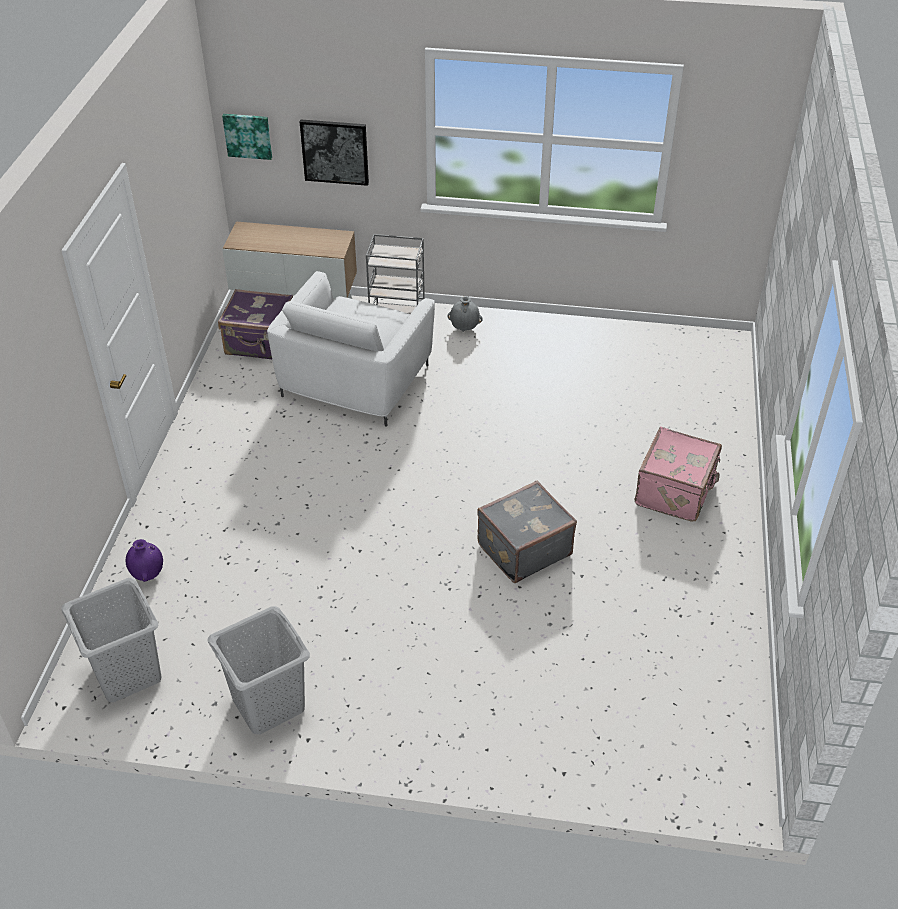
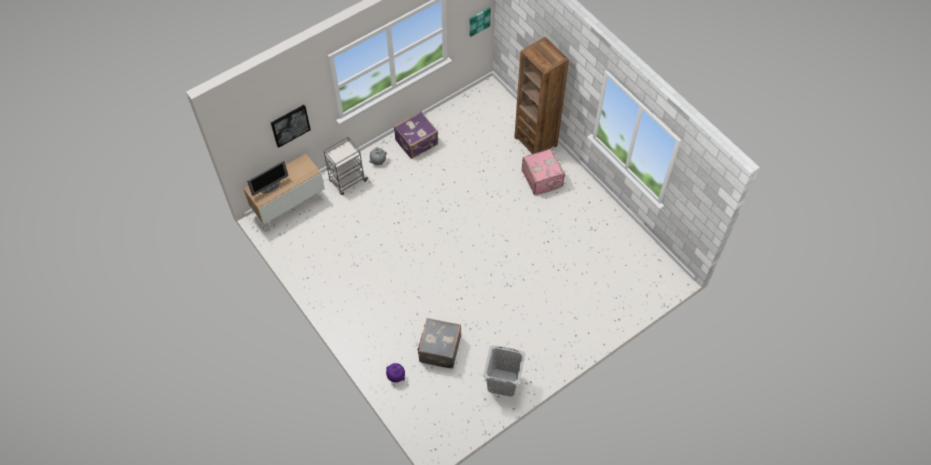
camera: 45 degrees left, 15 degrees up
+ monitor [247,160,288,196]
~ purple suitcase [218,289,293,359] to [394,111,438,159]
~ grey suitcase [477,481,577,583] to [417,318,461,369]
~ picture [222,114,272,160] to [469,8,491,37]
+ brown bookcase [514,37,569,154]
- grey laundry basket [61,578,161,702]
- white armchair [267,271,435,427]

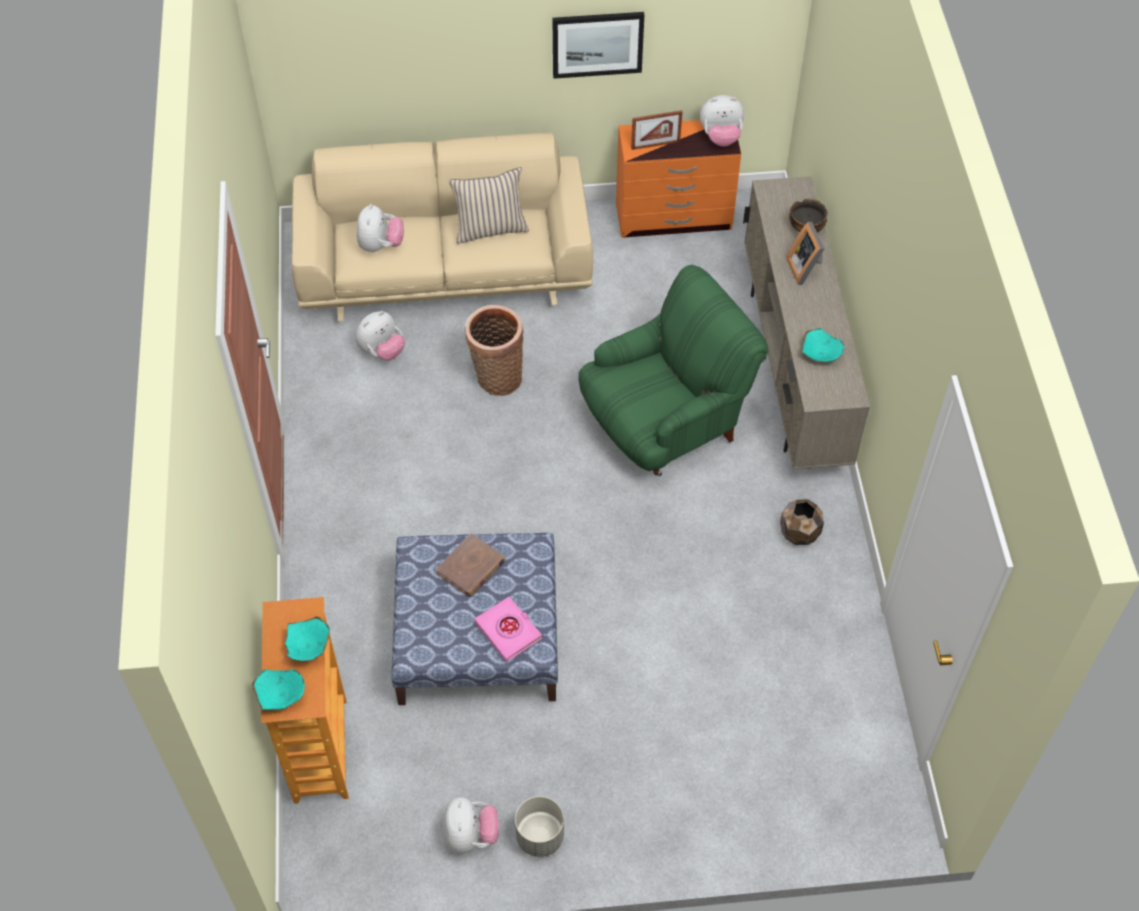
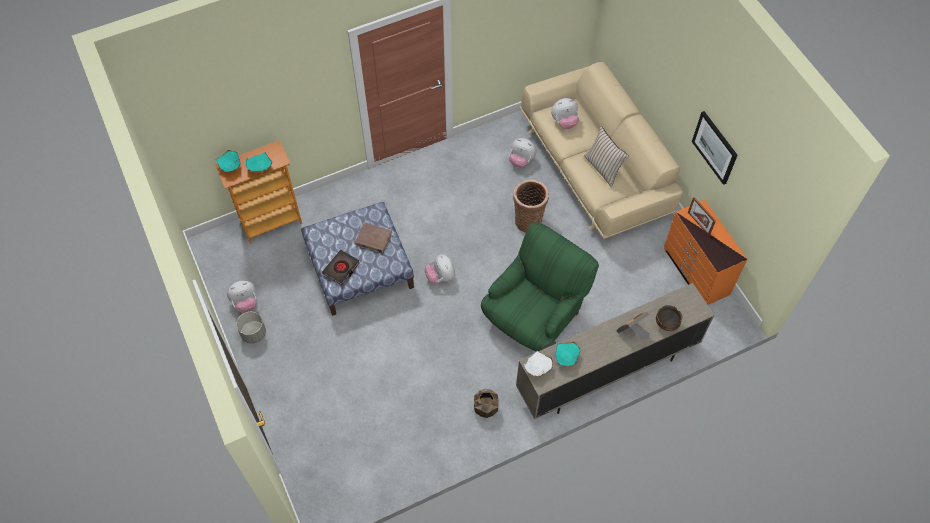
camera: 70 degrees right, 5 degrees up
~ pink book [474,597,542,662] to black book [322,250,360,285]
~ plush toy [700,95,744,147] to [425,254,455,283]
~ green armchair [579,264,769,476] = [481,222,599,351] 90 degrees counterclockwise
+ white bowl [524,350,553,377]

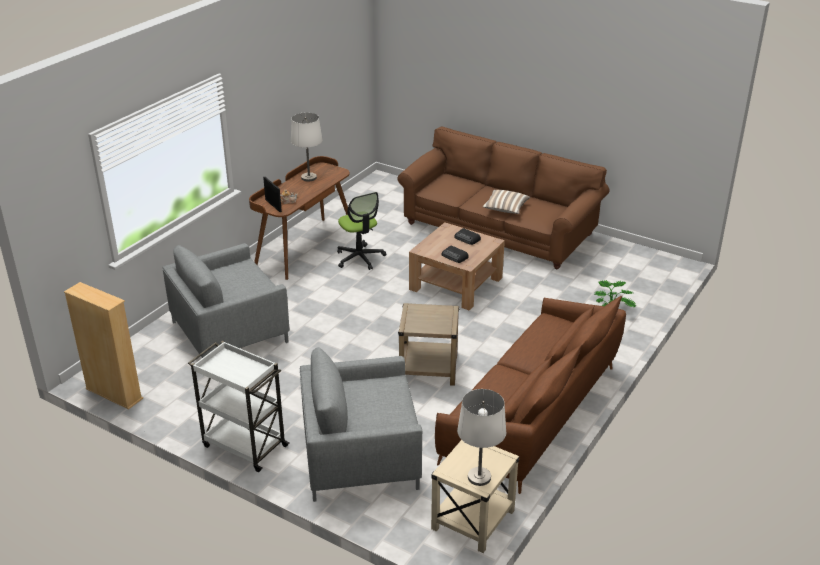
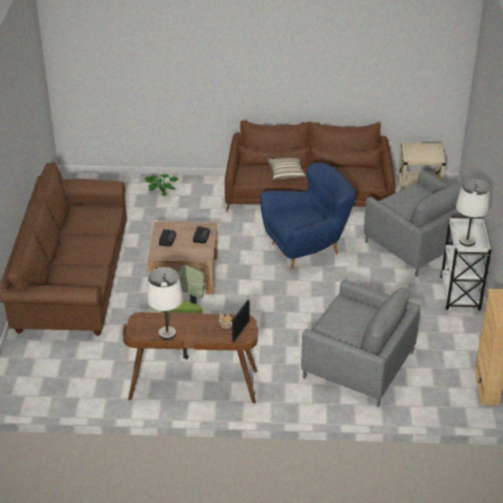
camera: 120 degrees left, 5 degrees up
~ beige side table [398,303,460,386] to blue armchair [260,163,356,269]
~ pillow [482,190,530,214] to [268,158,306,180]
~ white table lamp [457,389,506,486] to [456,179,490,247]

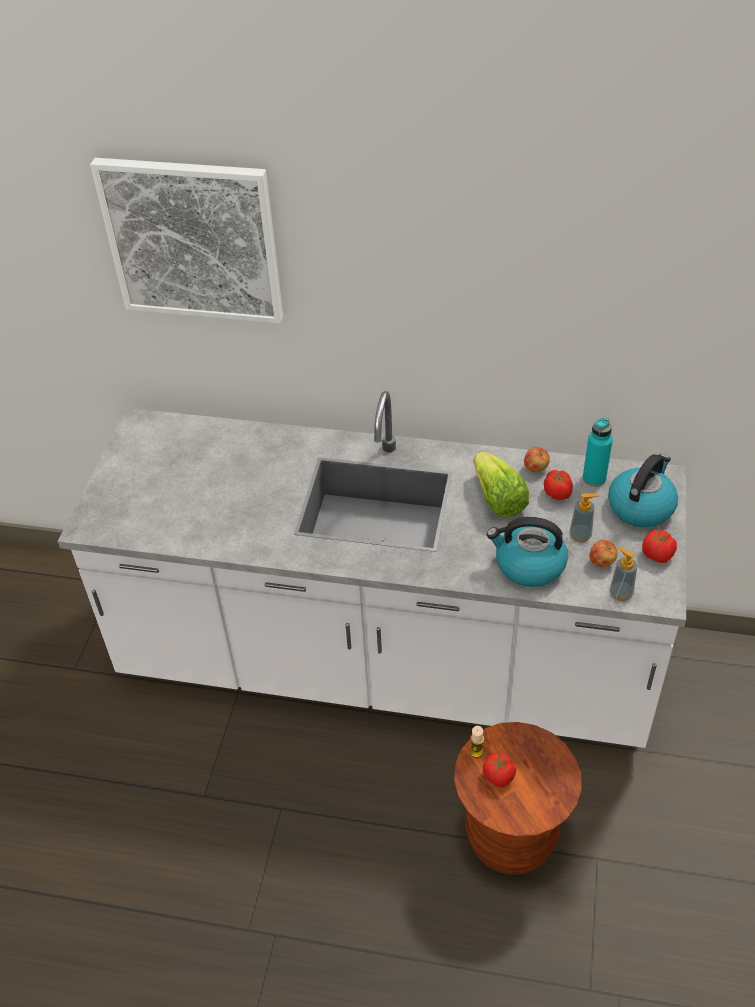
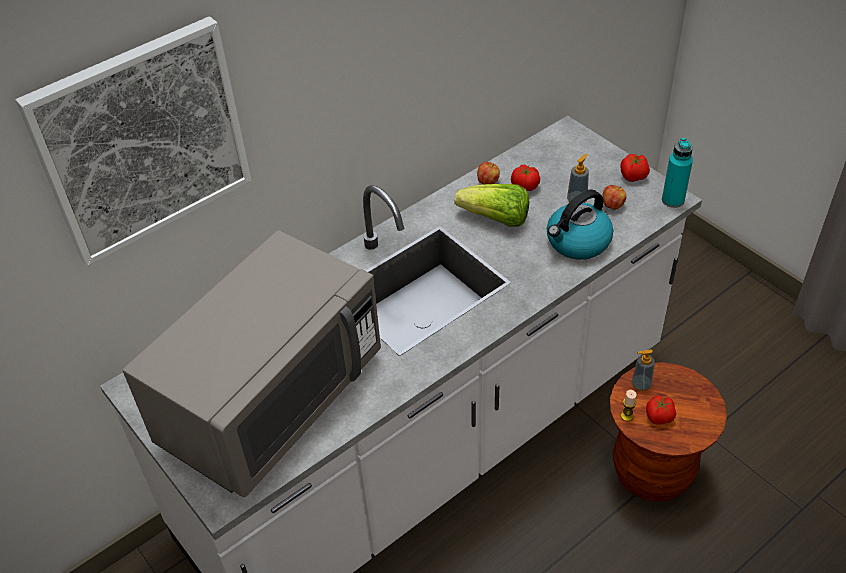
camera: 50 degrees left, 0 degrees up
+ grey microwave [123,231,381,497]
~ soap dispenser [610,547,637,601] to [631,349,655,391]
~ turquoise bottle [583,417,613,487] to [662,138,693,208]
- kettle [608,454,678,527]

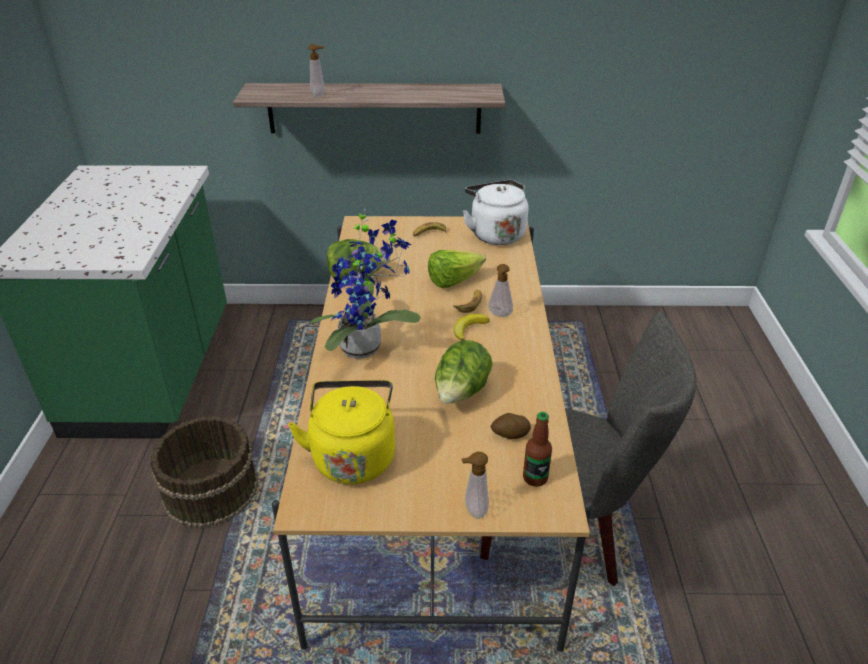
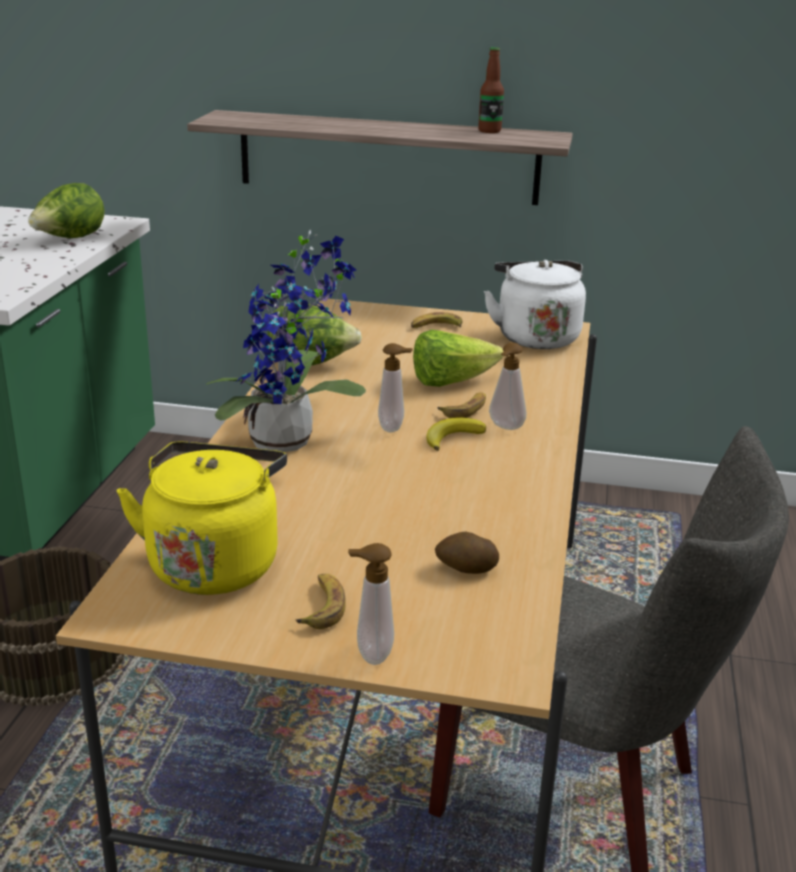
camera: 10 degrees right, 10 degrees down
~ lettuce [435,340,492,404] to [28,183,104,238]
+ banana [295,574,346,629]
~ soap dispenser [308,44,324,97] to [378,343,413,433]
~ bottle [523,412,552,487] to [478,47,504,133]

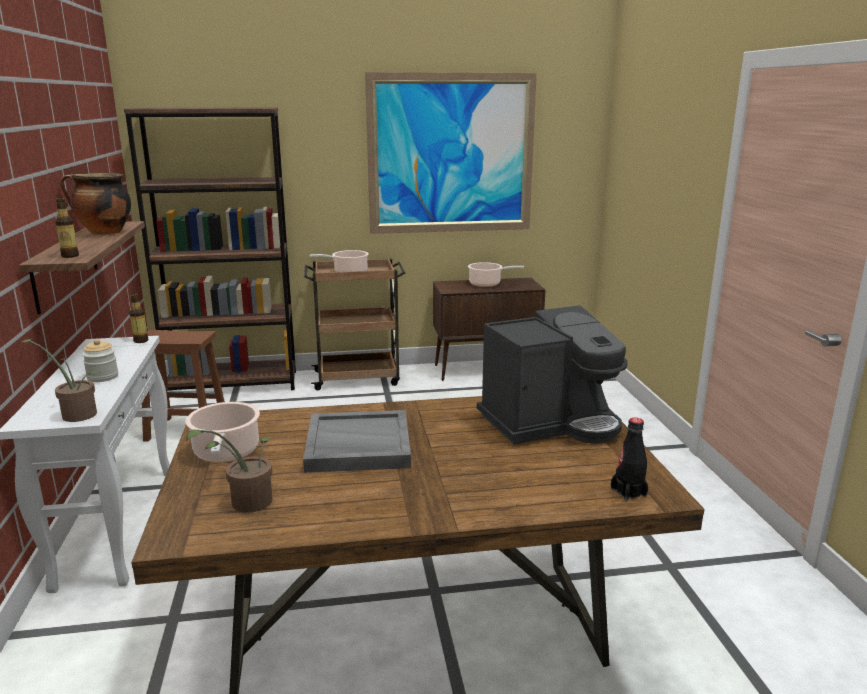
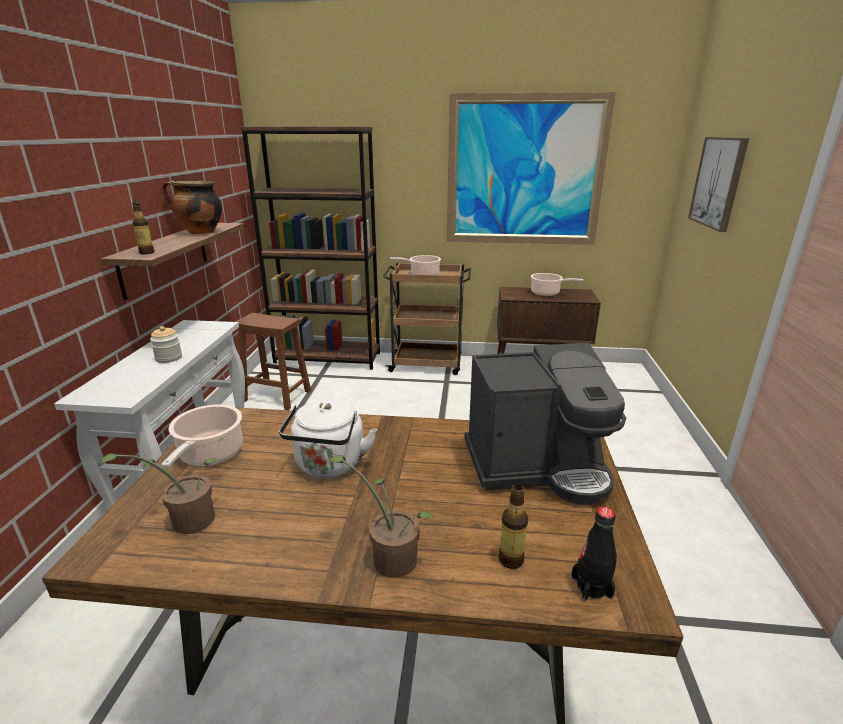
camera: 15 degrees right, 5 degrees up
~ grey tray [303,410,411,473] to white kettle [279,399,377,477]
~ potted plant [19,339,102,422] to [329,455,435,578]
~ bottle [130,292,148,343] to [498,484,528,569]
+ picture [688,137,749,232]

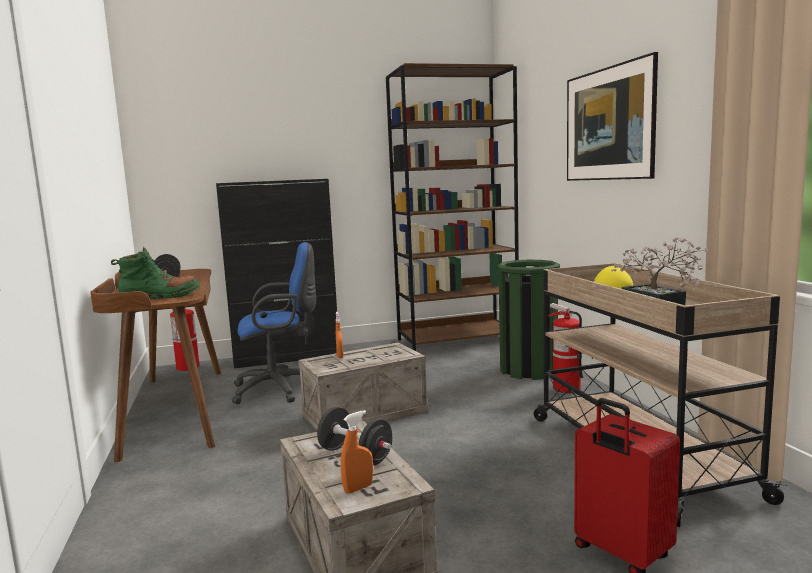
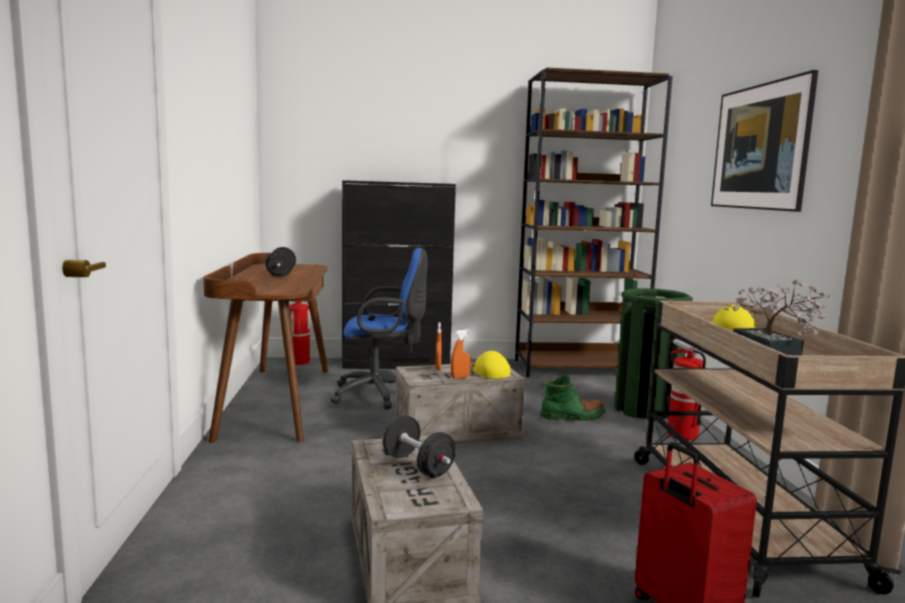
camera: 10 degrees right, 0 degrees up
~ orange spray bottle [341,410,373,493] to [451,329,471,379]
+ yellow cap [472,351,510,379]
~ green boot [111,247,201,299] to [540,373,605,421]

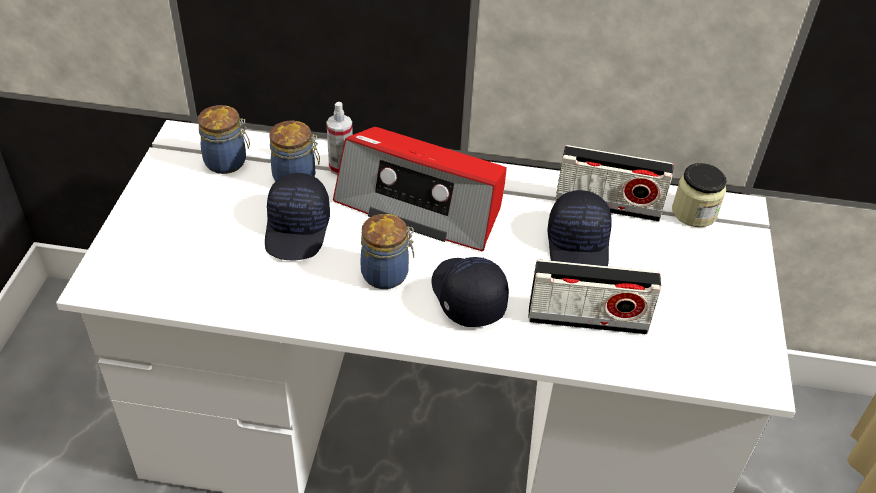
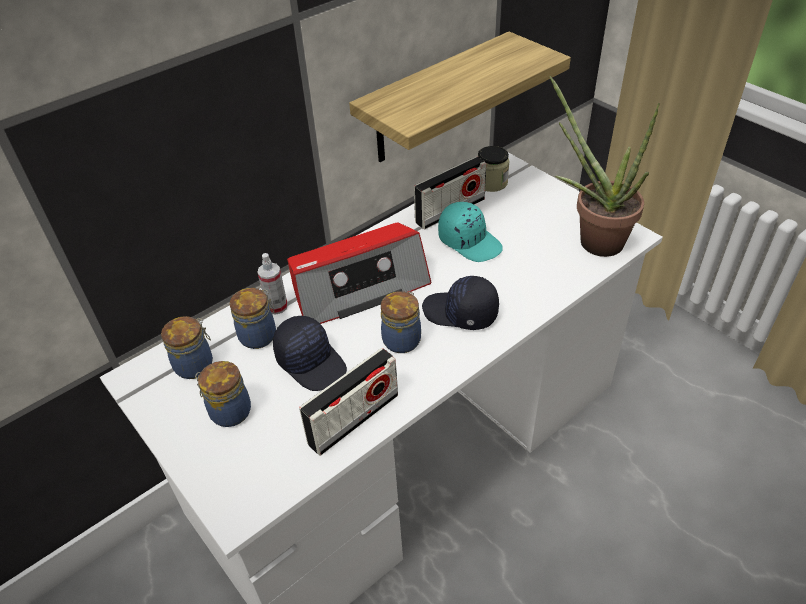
camera: 45 degrees left, 0 degrees up
+ jar [195,361,251,427]
~ radio [528,259,661,334] to [299,348,398,456]
+ shelf [349,32,571,162]
~ black cap [548,190,612,266] to turquoise cap [438,202,503,262]
+ potted plant [550,76,660,257]

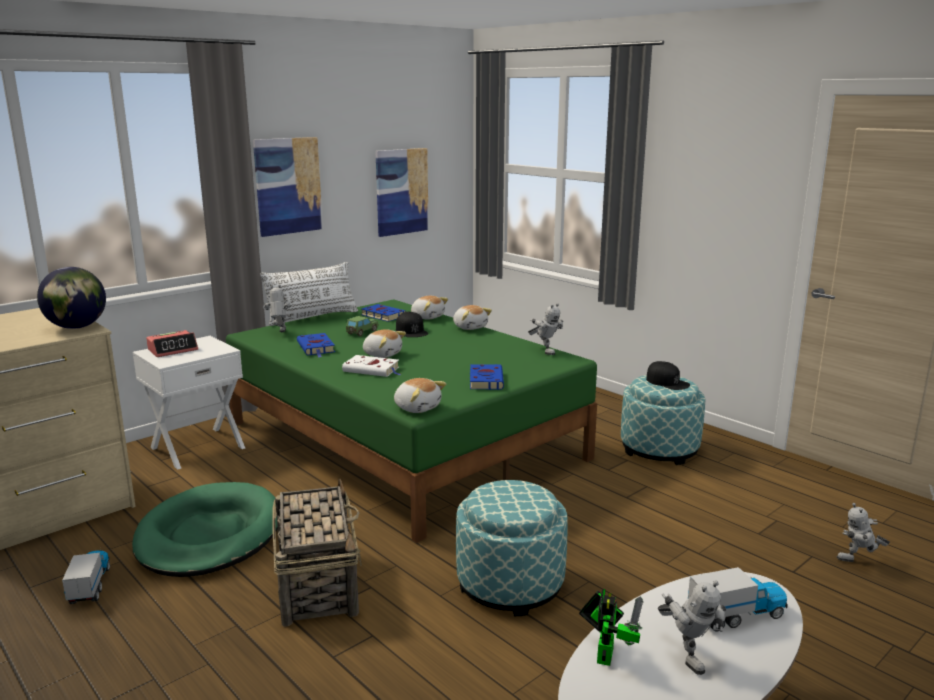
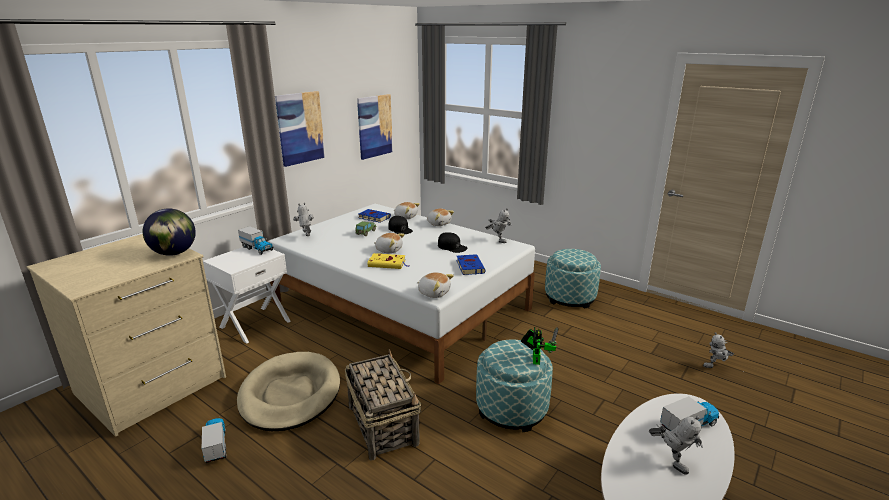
camera: 10 degrees left, 5 degrees up
~ green dog bed [132,482,278,577] to beige dog bed [237,352,340,431]
+ toy truck [238,226,274,255]
~ green bed [226,299,597,543] to white bed [267,204,535,384]
~ white book [342,355,400,377] to yellow book [368,253,409,269]
~ black cap [646,361,690,390] to [438,232,467,253]
~ toy robot [579,589,644,666] to [521,327,559,365]
- alarm clock [146,330,198,357]
- white pillow [260,262,358,326]
- blue book [297,333,335,358]

